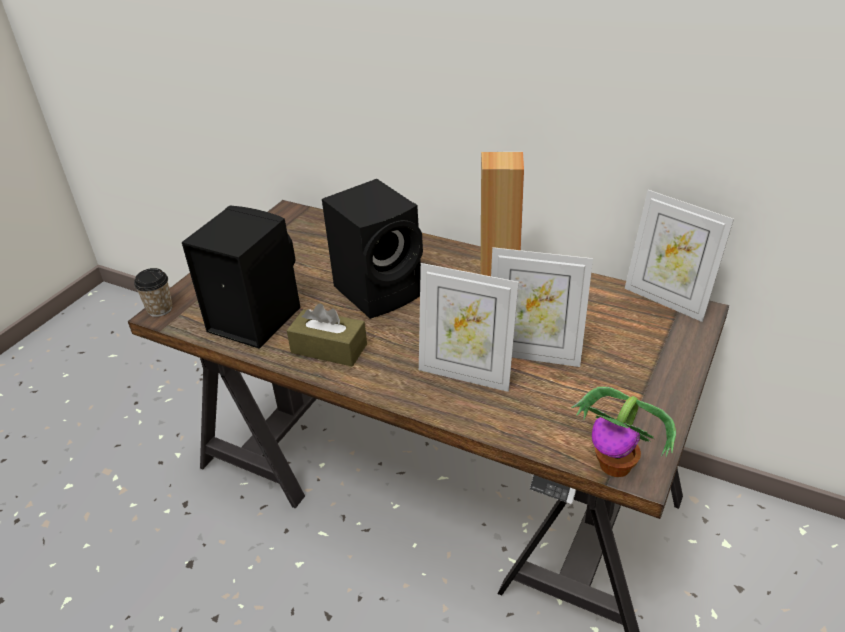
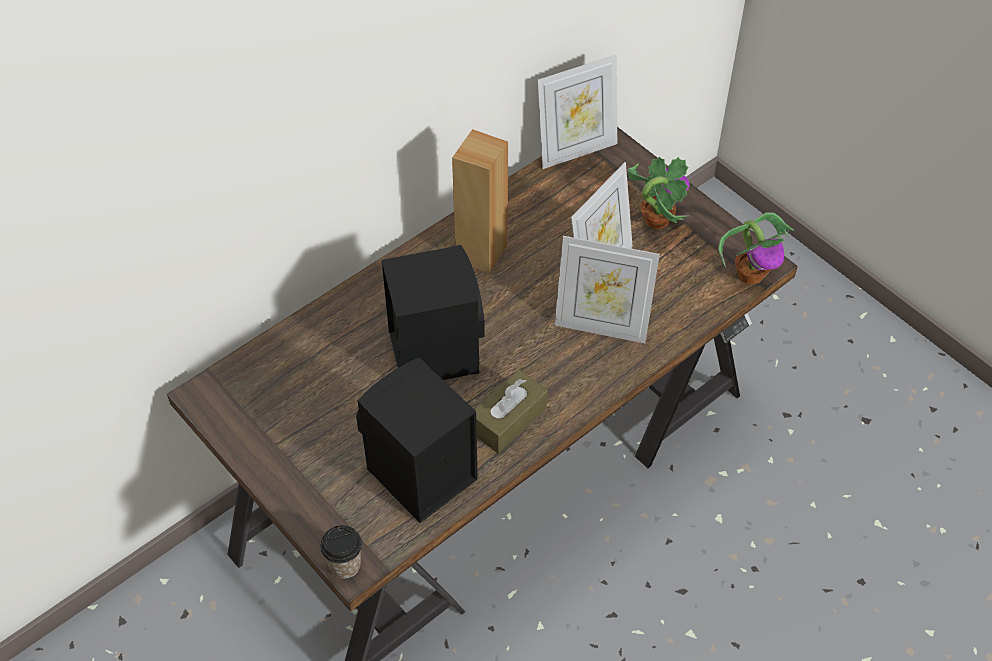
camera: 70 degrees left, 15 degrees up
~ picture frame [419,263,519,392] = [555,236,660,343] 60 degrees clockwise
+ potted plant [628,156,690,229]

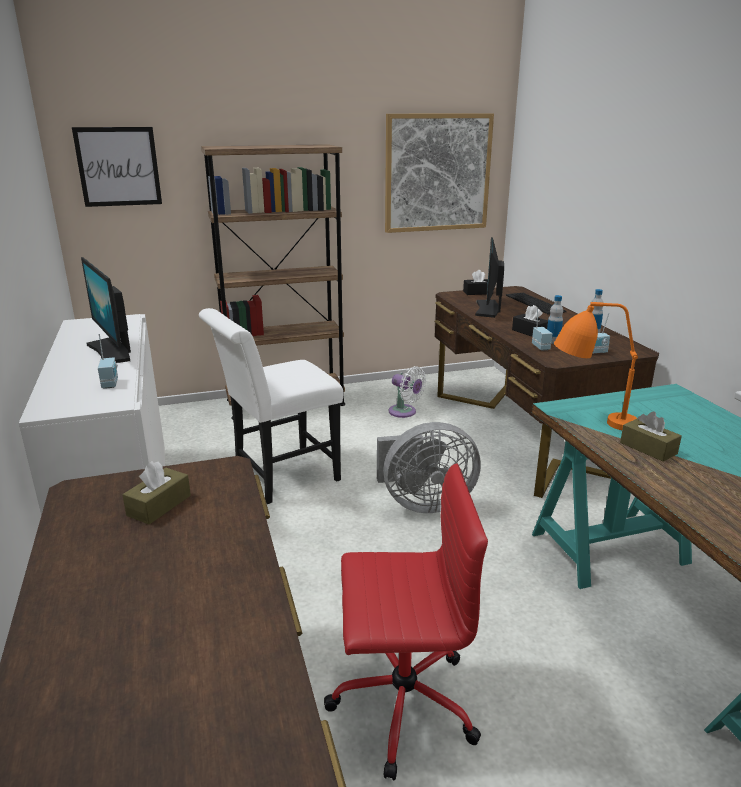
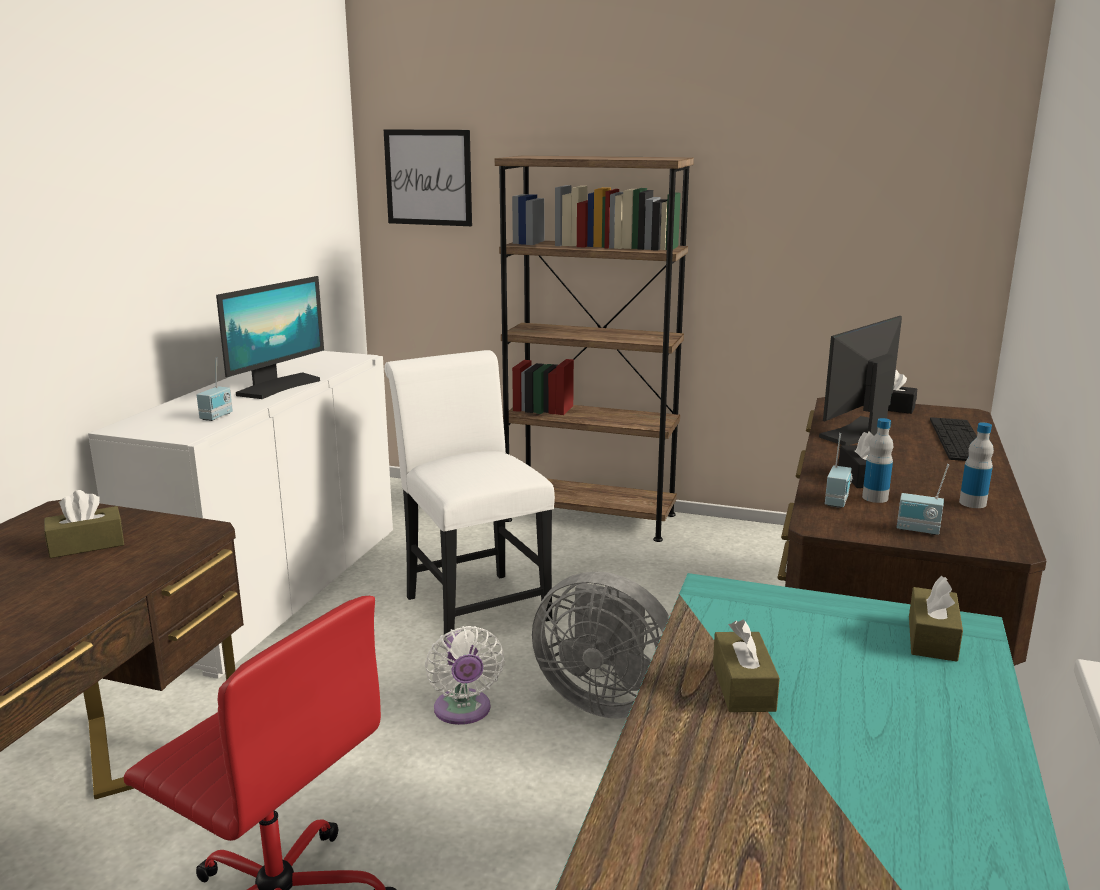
camera: 35 degrees right, 5 degrees down
~ monitor [81,257,131,363] = [216,276,324,399] 150 degrees counterclockwise
~ white chair [199,308,343,504] = [384,350,555,642] 60 degrees clockwise
~ white fan [389,366,426,418] to [425,626,505,725]
+ brown tissue box [909,576,963,662]
- picture [385,113,494,233]
- orange table lamp [554,302,638,430]

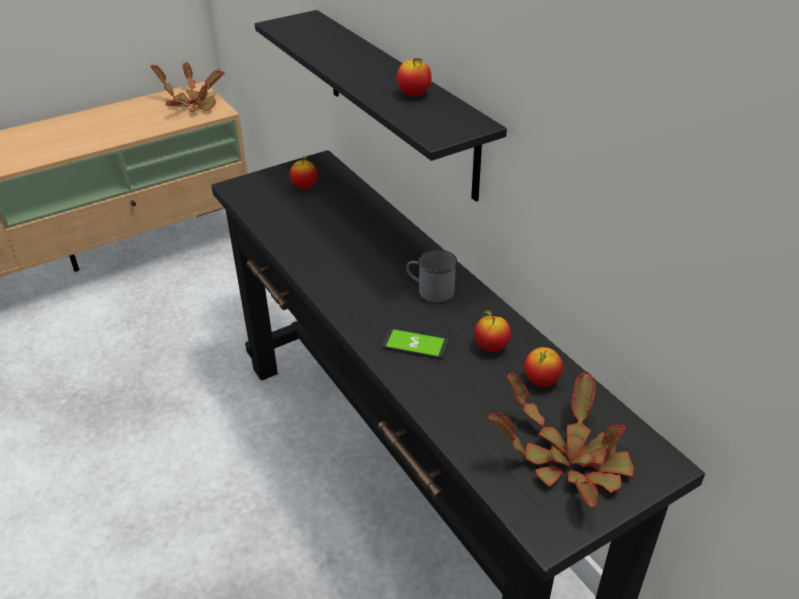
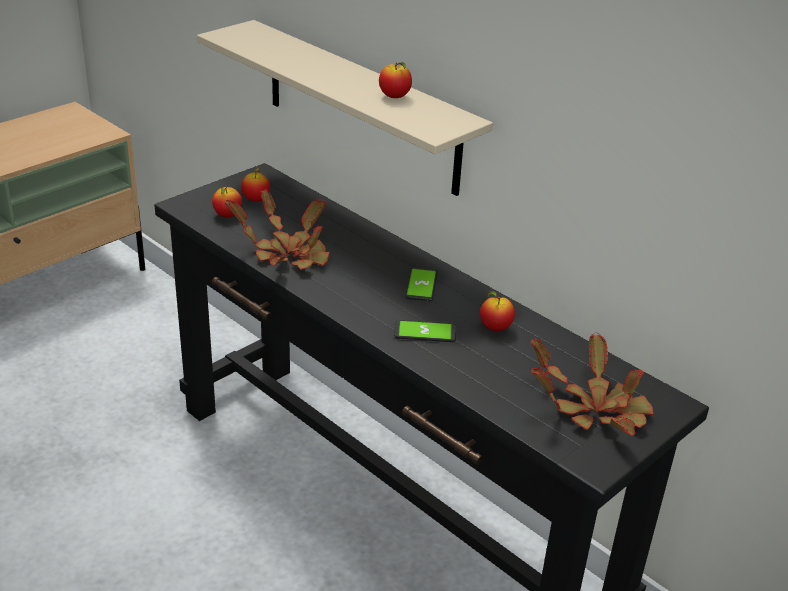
camera: 15 degrees left, 5 degrees down
~ black shelf [255,10,507,201] to beige shelf [197,20,493,196]
~ apple [524,347,563,387] to [212,187,242,218]
~ potted plant [150,62,225,112] to [224,189,330,270]
~ grey mug [406,249,457,302] to phone [405,267,438,301]

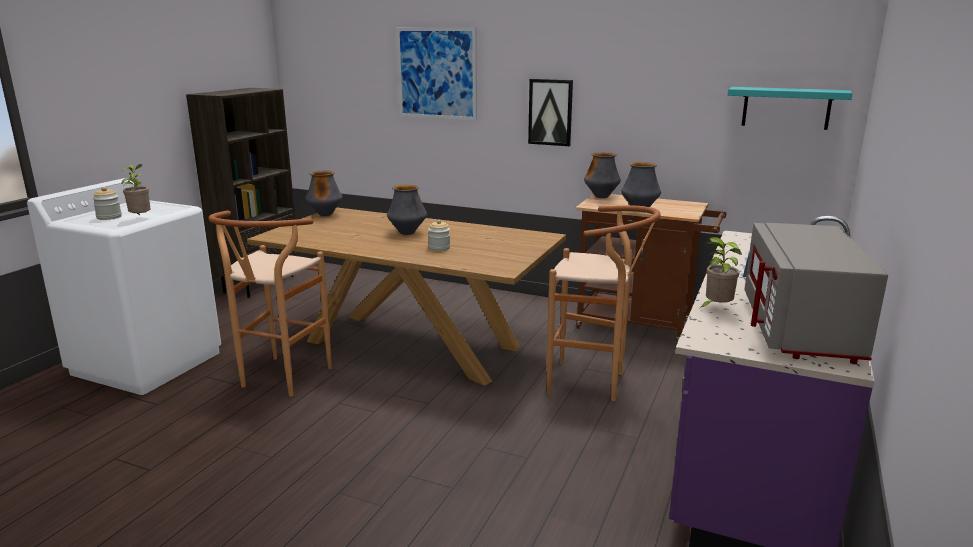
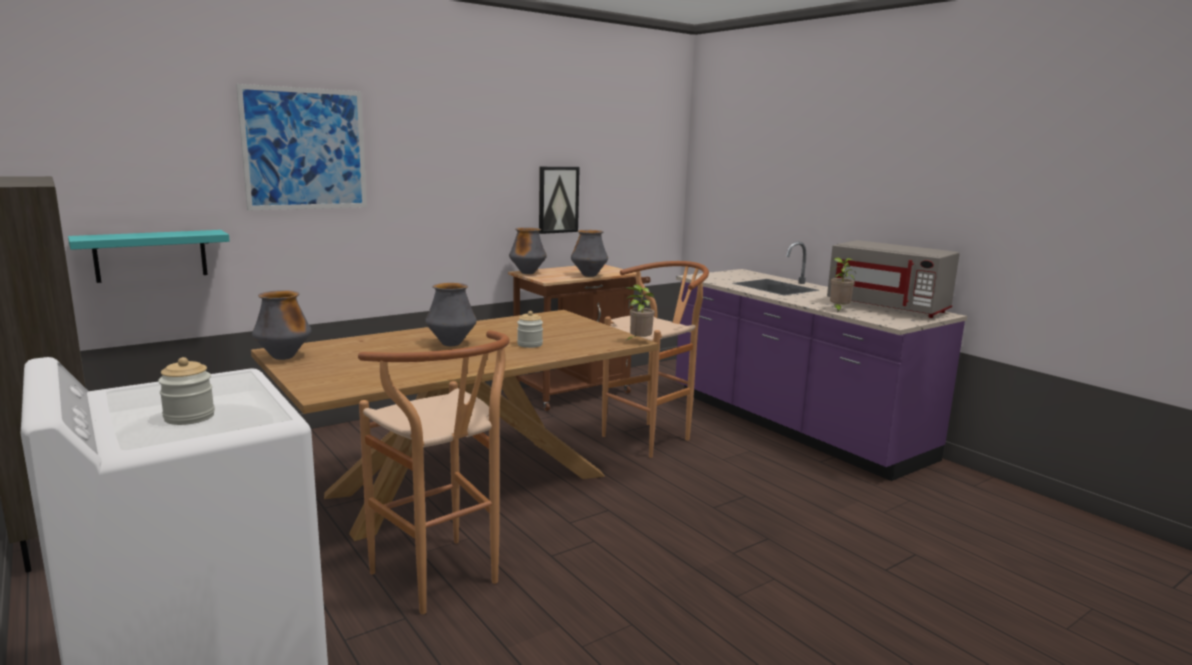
camera: 60 degrees left, 5 degrees down
~ turquoise shelf [728,87,852,130] to [68,230,230,283]
~ picture [528,79,573,146] to [539,167,580,234]
~ potted plant [121,164,151,215] to [625,284,655,341]

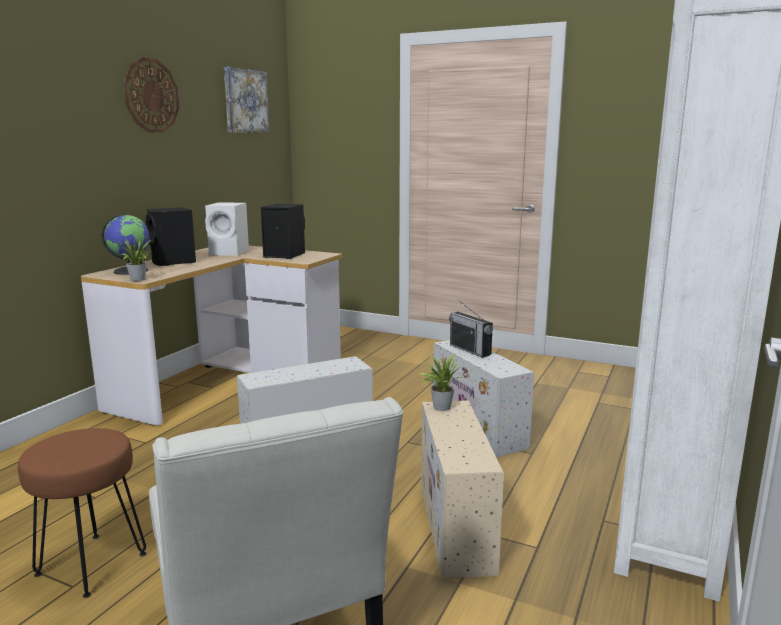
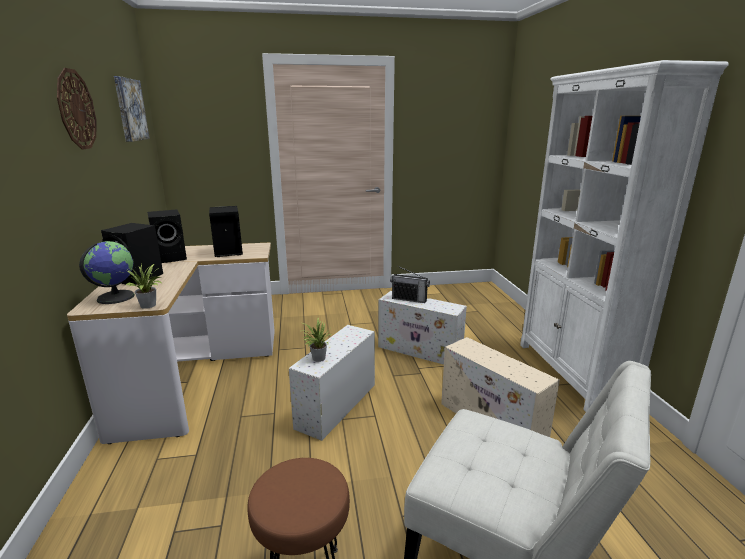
camera: 35 degrees left, 5 degrees up
~ white speaker [205,202,249,256] to black speaker [147,209,187,263]
~ potted plant [419,354,463,411] to [303,318,331,362]

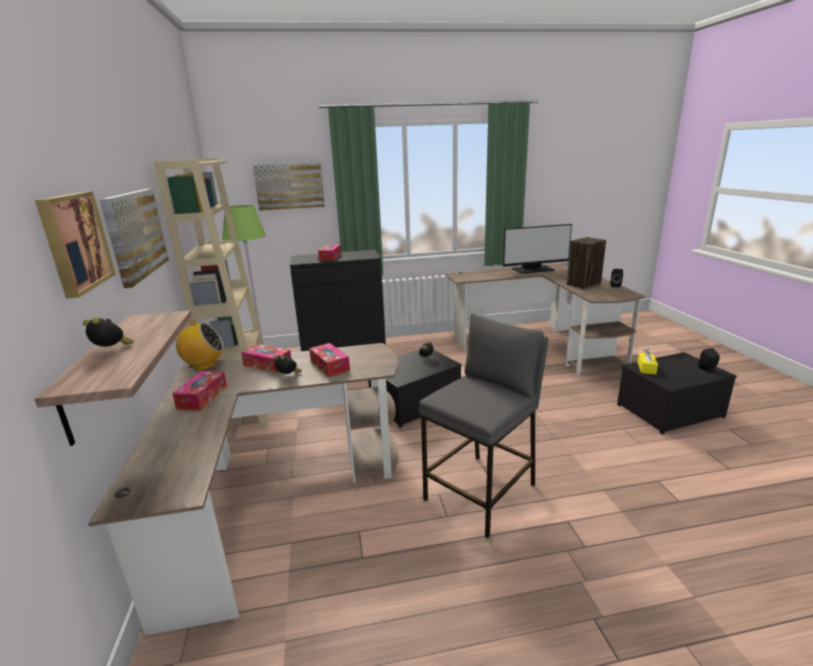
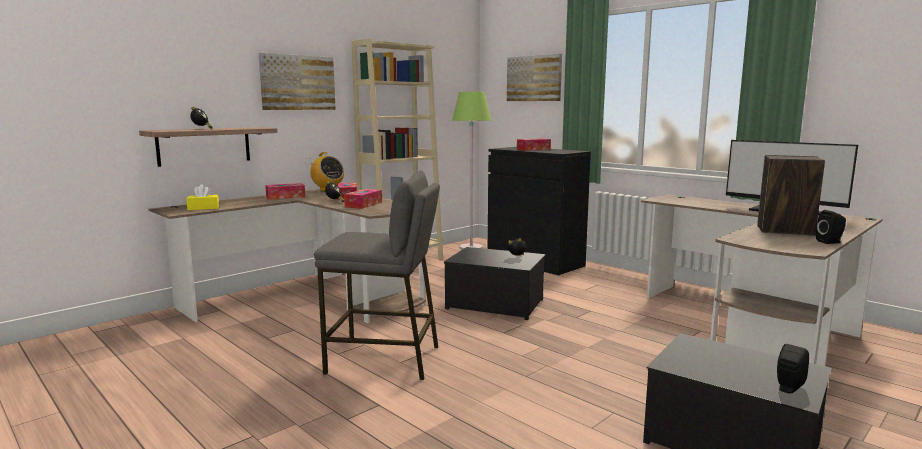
camera: 55 degrees right, 10 degrees down
~ yellow tissue box [637,348,658,374] to [186,184,219,210]
- picture [35,191,116,299]

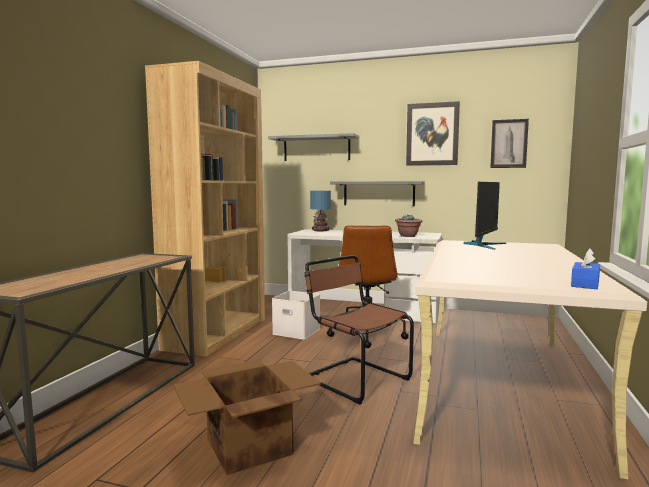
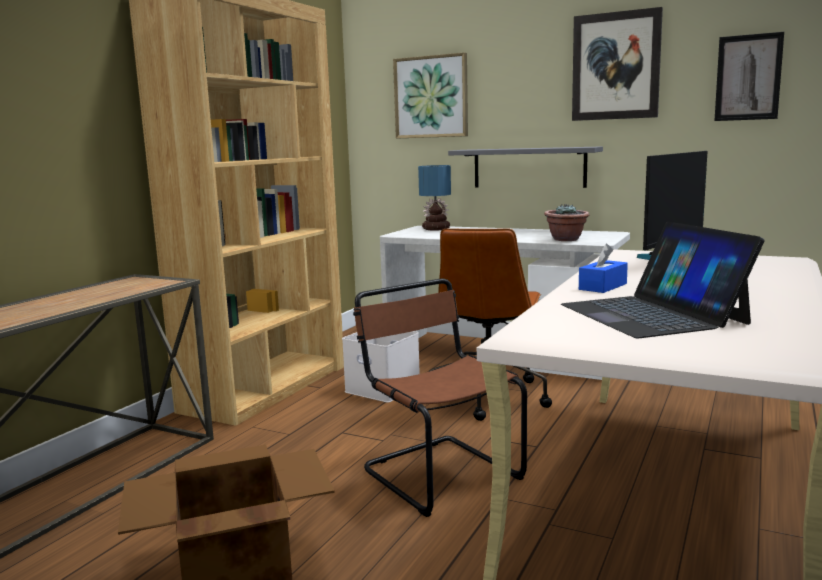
camera: 10 degrees right, 5 degrees up
~ grey shelf [268,133,359,161] to picture [393,52,468,139]
+ laptop [561,222,765,338]
~ blue tissue box [571,249,600,289] to [579,244,628,293]

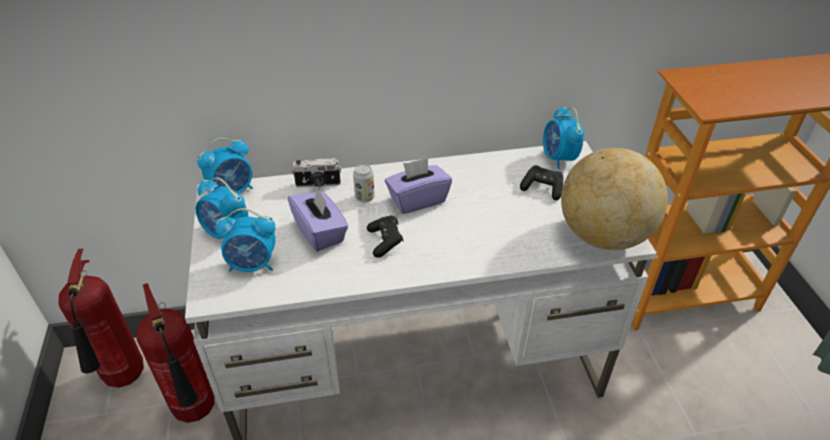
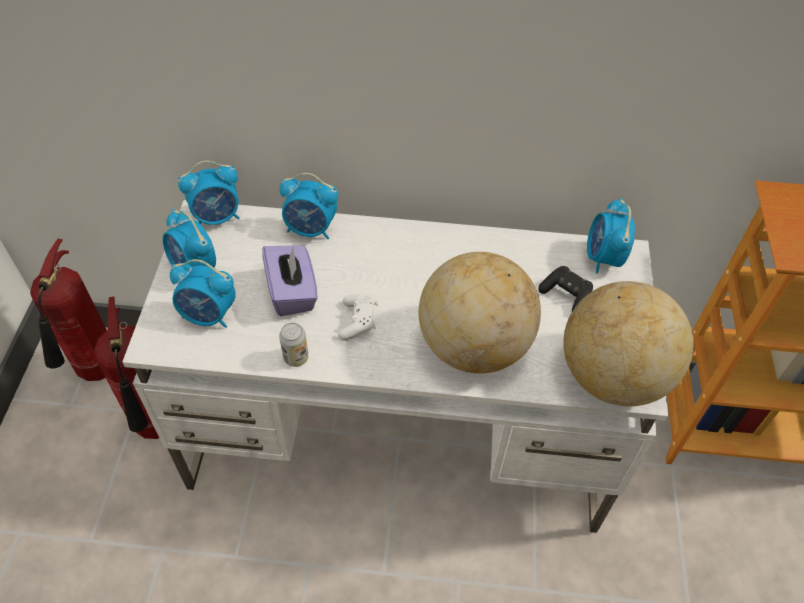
camera: 15 degrees right, 10 degrees up
~ can [353,164,375,202] to [279,323,308,367]
~ photo camera [292,158,341,187] to alarm clock [280,173,338,239]
~ black game controller [367,216,404,257] to white game controller [338,294,378,341]
+ globe [419,252,541,374]
- purple tissue box [385,158,452,214]

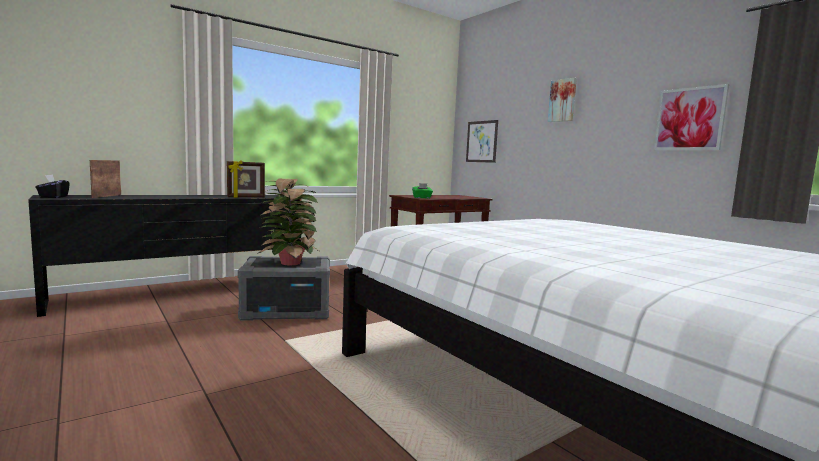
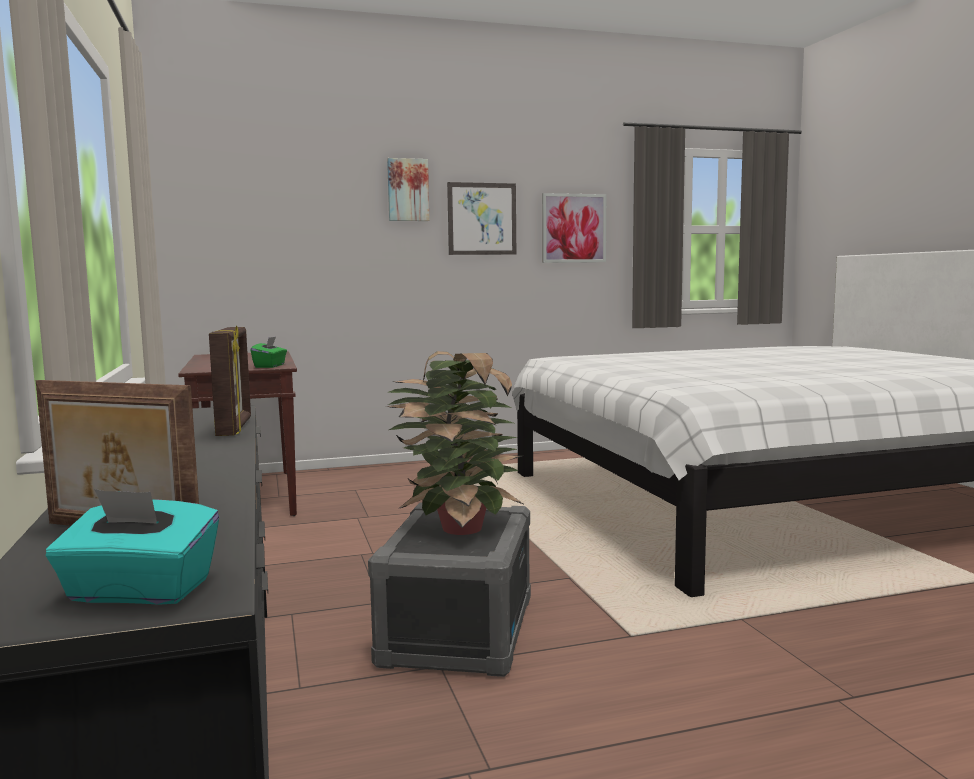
camera: 70 degrees left, 0 degrees up
~ black tissue box [35,174,70,198] to turquoise tissue box [46,489,219,605]
~ picture [466,120,498,163] to [447,182,516,255]

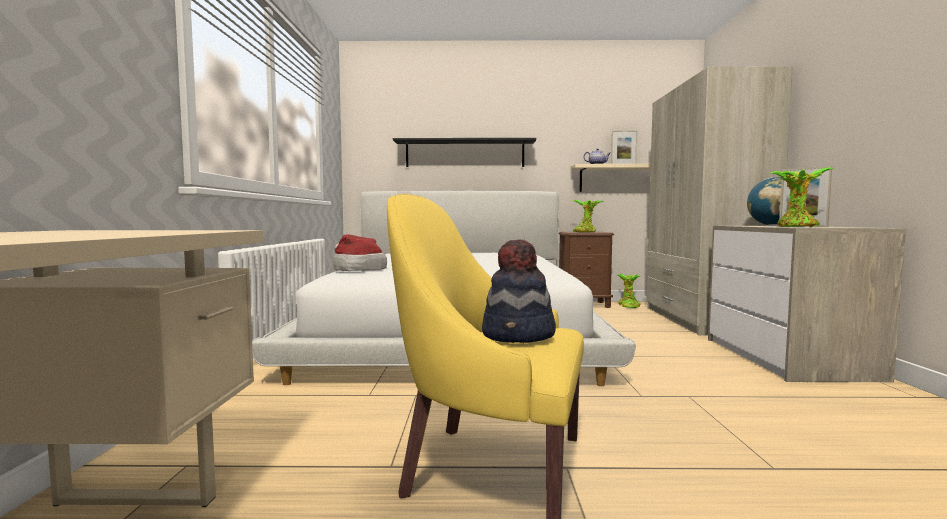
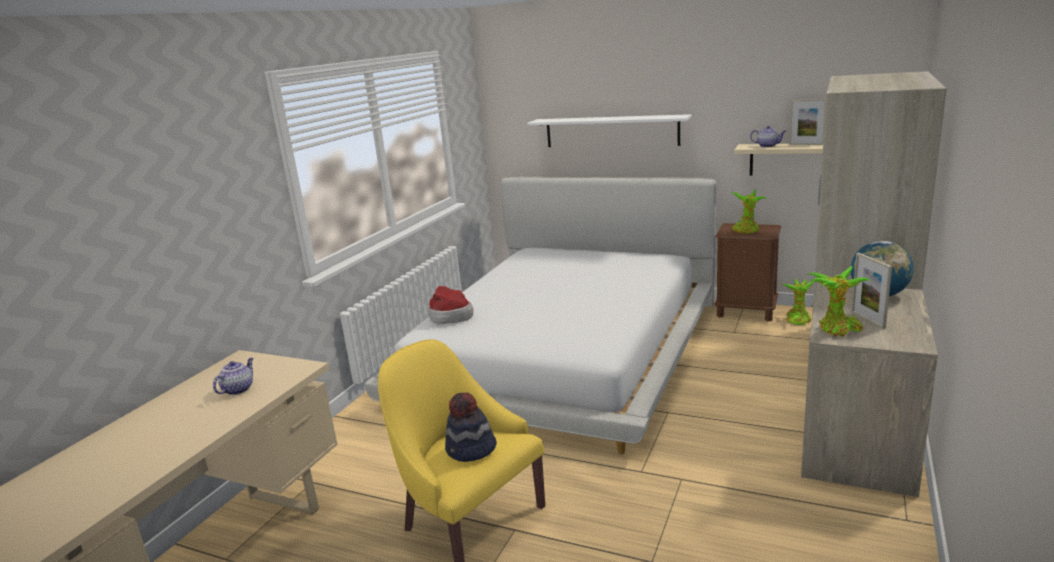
camera: 25 degrees right, 15 degrees up
+ teapot [213,358,253,395]
~ black shelf [393,138,536,167] to white shelf [528,114,692,147]

